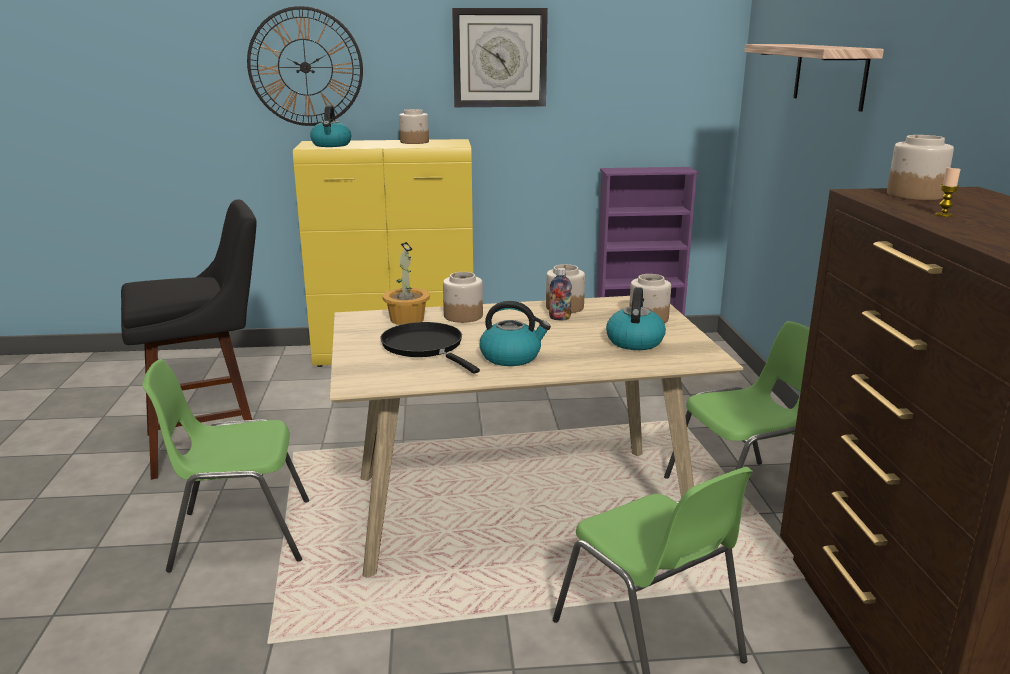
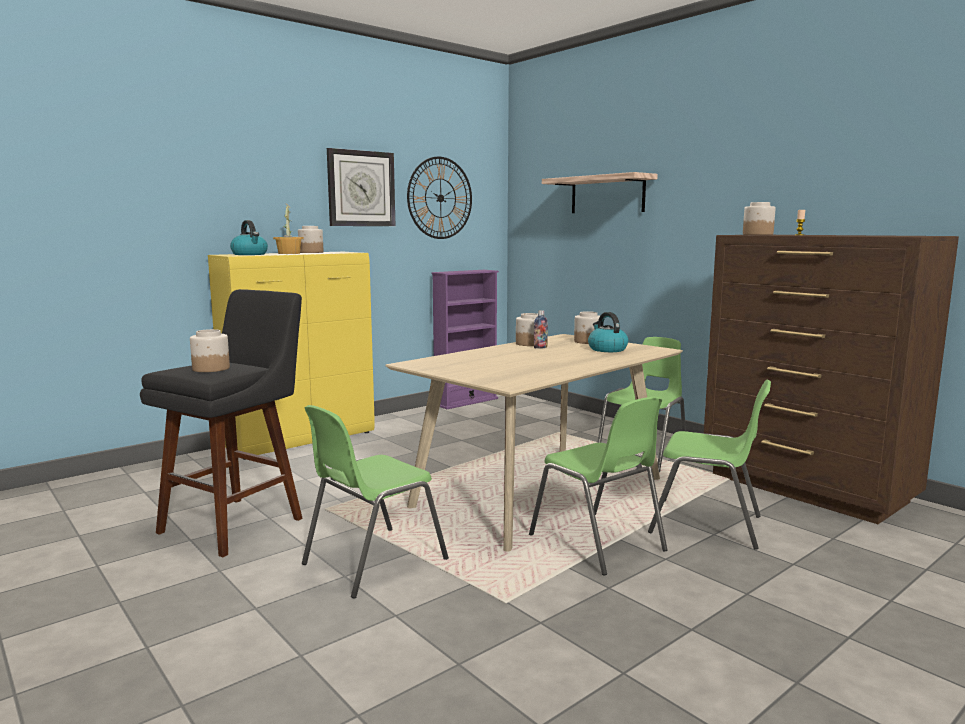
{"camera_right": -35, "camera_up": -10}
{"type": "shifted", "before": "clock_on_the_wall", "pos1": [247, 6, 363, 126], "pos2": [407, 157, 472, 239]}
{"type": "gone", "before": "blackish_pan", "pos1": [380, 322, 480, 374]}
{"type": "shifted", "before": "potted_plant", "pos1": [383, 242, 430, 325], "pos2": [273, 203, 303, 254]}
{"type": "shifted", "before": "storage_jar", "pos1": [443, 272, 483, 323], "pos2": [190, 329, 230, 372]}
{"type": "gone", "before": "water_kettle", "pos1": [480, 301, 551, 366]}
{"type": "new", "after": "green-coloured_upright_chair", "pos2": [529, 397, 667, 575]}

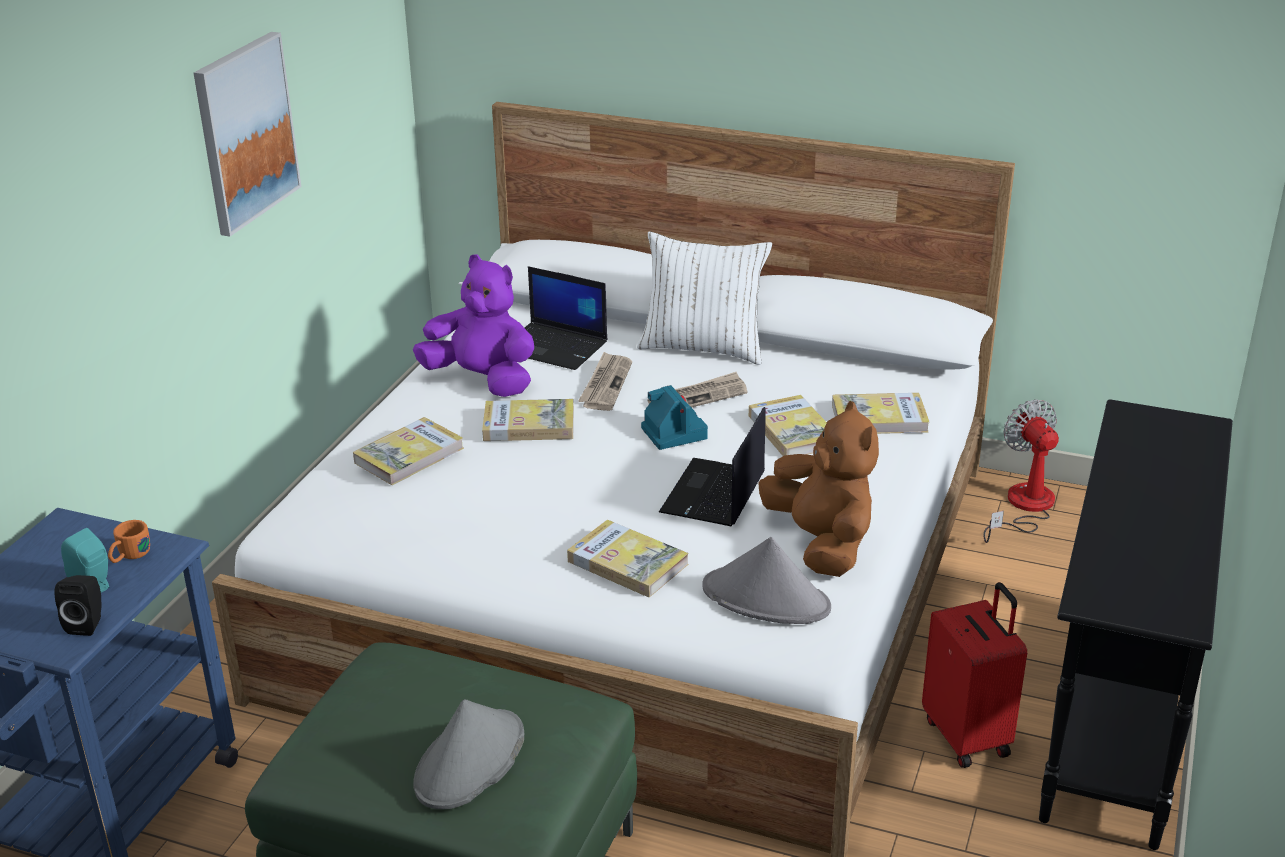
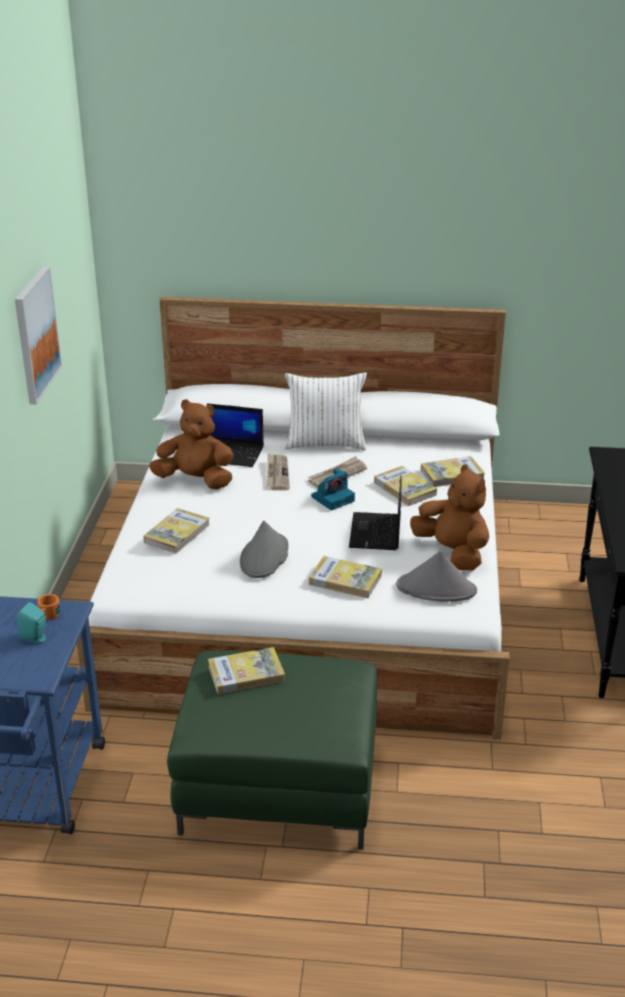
{"camera_right": -15, "camera_up": 0}
{"type": "gone", "before": "blackish_loudspeaker", "pos1": [54, 575, 101, 636]}
{"type": "repainted", "before": "purple-coloured_cuddly_toy", "after": "brown-coloured_cuddly_toy", "pos1": [413, 254, 534, 397], "pos2": [149, 399, 233, 489]}
{"type": "shifted", "before": "grey_hat", "pos1": [413, 699, 524, 809], "pos2": [240, 521, 289, 578]}
{"type": "shifted", "before": "volume", "pos1": [482, 399, 574, 441], "pos2": [208, 647, 285, 694]}
{"type": "rotated", "before": "still_camera", "pos1": [641, 385, 708, 450], "pos2": [311, 468, 355, 510], "turn": 90}
{"type": "gone", "before": "red_travel_case", "pos1": [922, 582, 1027, 768]}
{"type": "gone", "before": "electric_fan", "pos1": [983, 399, 1059, 543]}

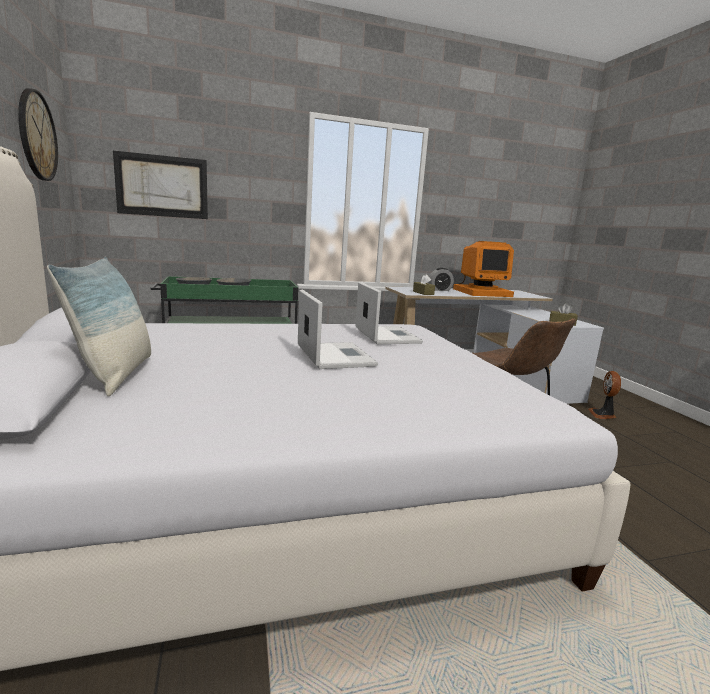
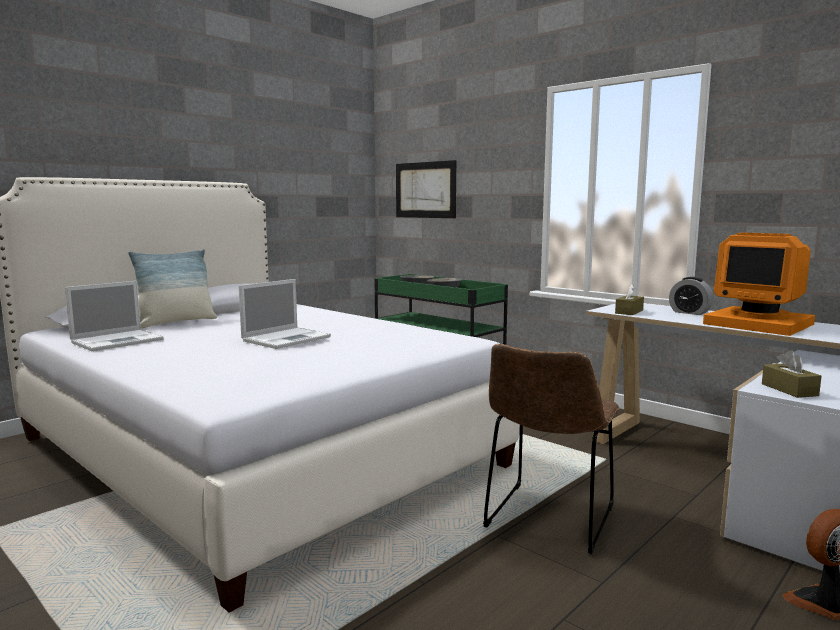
{"camera_right": 60, "camera_up": -5}
{"type": "gone", "before": "clock_on_the_wall", "pos1": [18, 88, 58, 181]}
{"type": "shifted", "before": "portable_computer", "pos1": [355, 282, 423, 344], "pos2": [65, 281, 164, 351]}

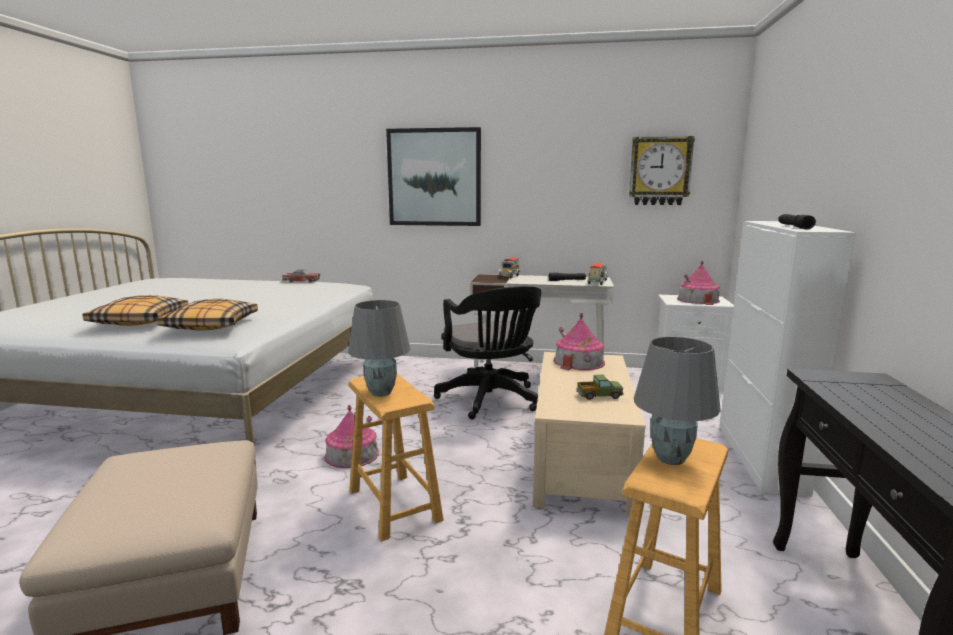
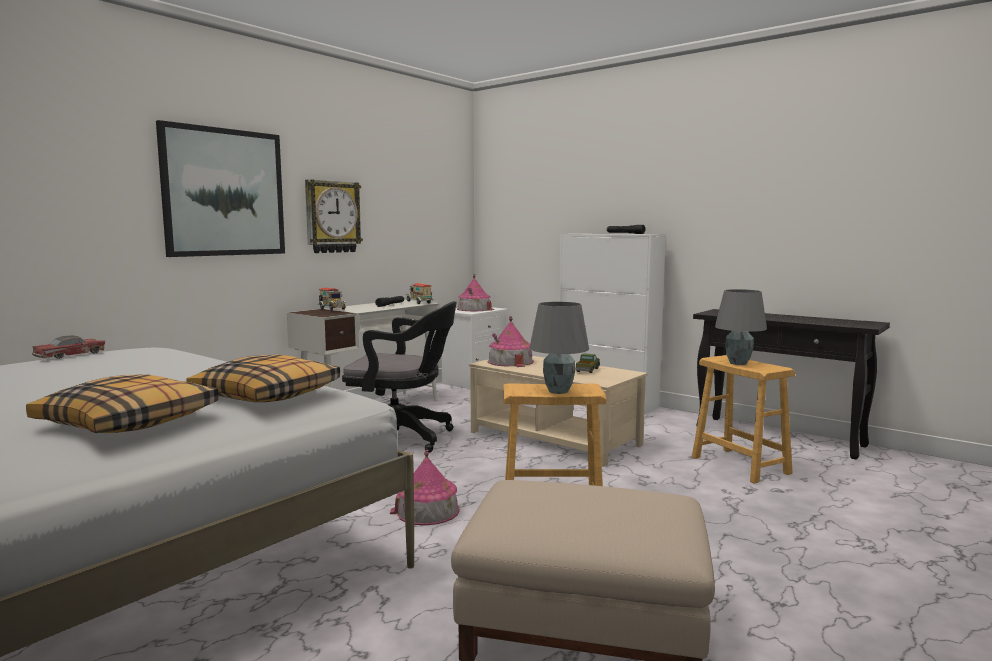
{"camera_right": -60, "camera_up": -5}
{"type": "shifted", "before": "clock_on_the_wall", "pos1": [629, 136, 695, 205], "pos2": [305, 179, 363, 253]}

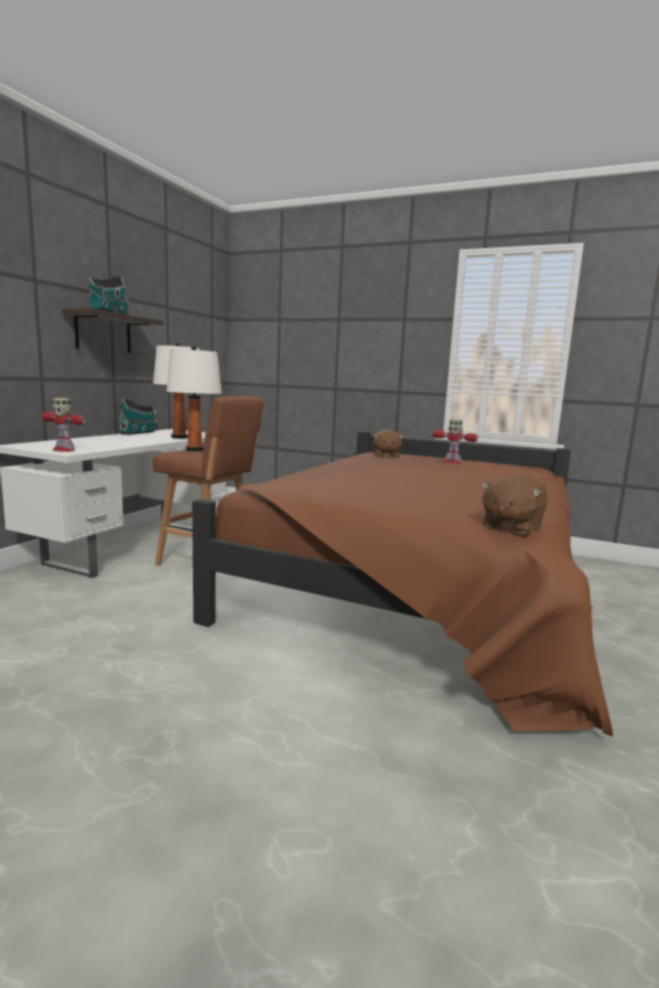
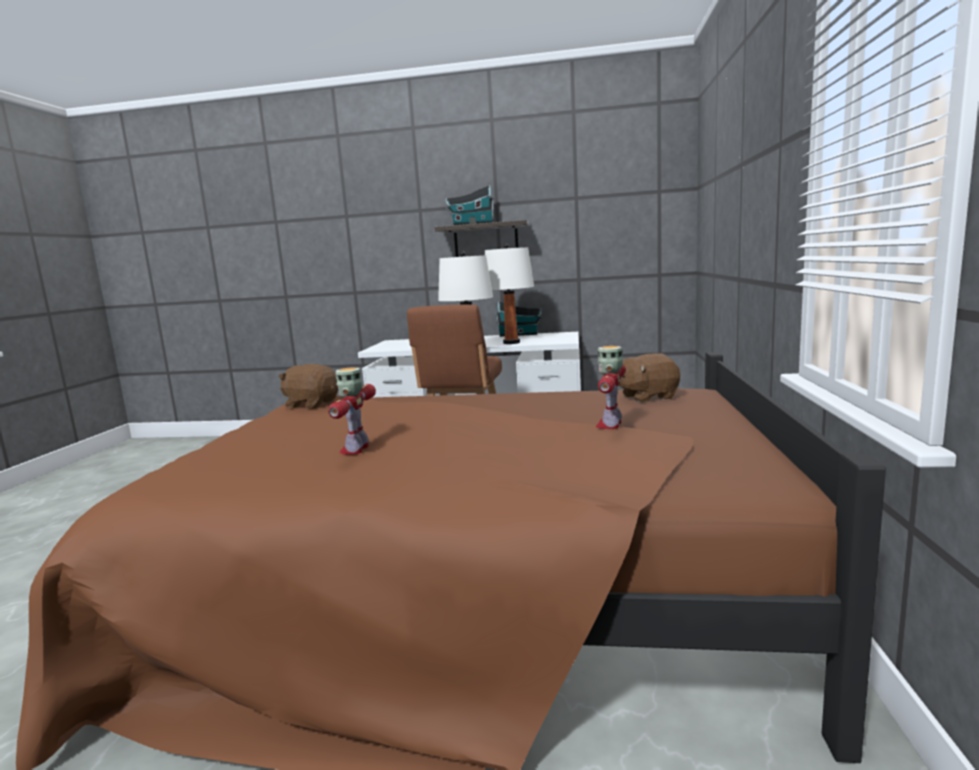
{"camera_right": 75, "camera_up": 0}
{"type": "shifted", "before": "robot_figure", "pos1": [42, 398, 86, 452], "pos2": [328, 367, 376, 455]}
{"type": "shifted", "before": "brown-coloured_cuddly_toy", "pos1": [481, 475, 548, 534], "pos2": [279, 364, 338, 409]}

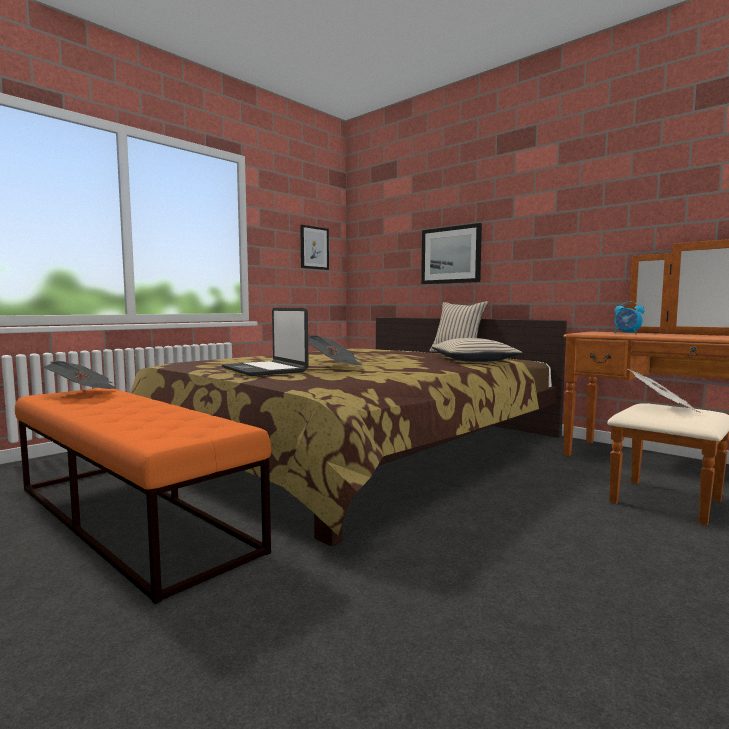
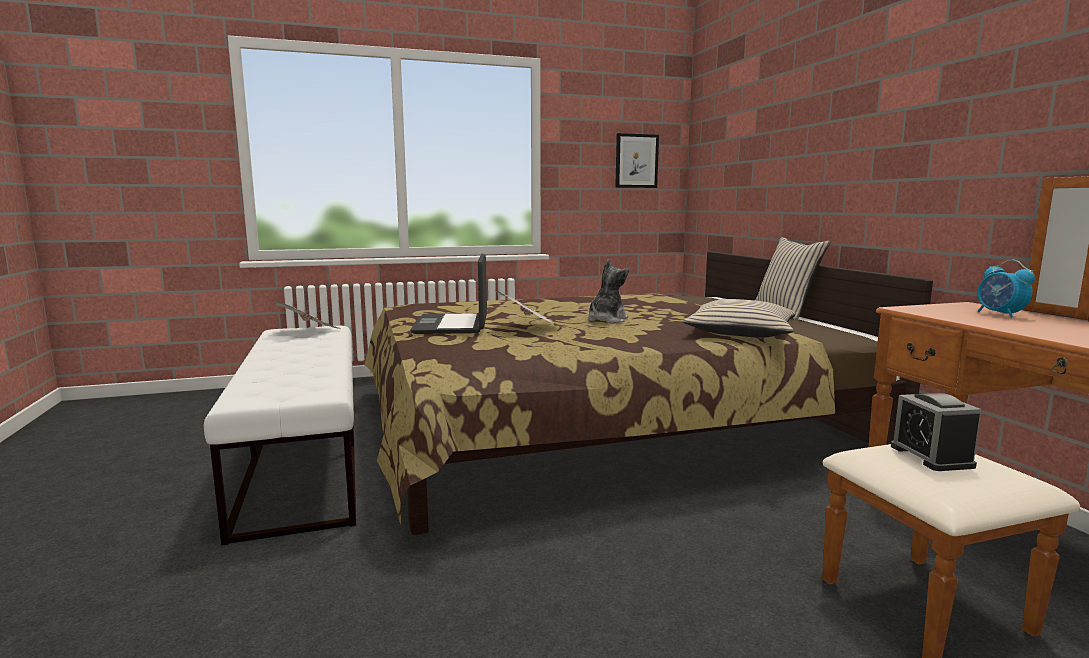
{"camera_right": 30, "camera_up": 5}
{"type": "repainted", "before": "orange-coloured_bench", "after": "whitish_bench", "pos1": [15, 388, 271, 604], "pos2": [204, 326, 356, 546]}
{"type": "gone", "before": "wall_art", "pos1": [421, 223, 482, 284]}
{"type": "swapped", "before": "newspaper", "after": "alarm_clock", "pos1": [628, 369, 702, 413], "pos2": [891, 393, 982, 471]}
{"type": "new", "after": "cuddly_toy", "pos2": [587, 259, 629, 323]}

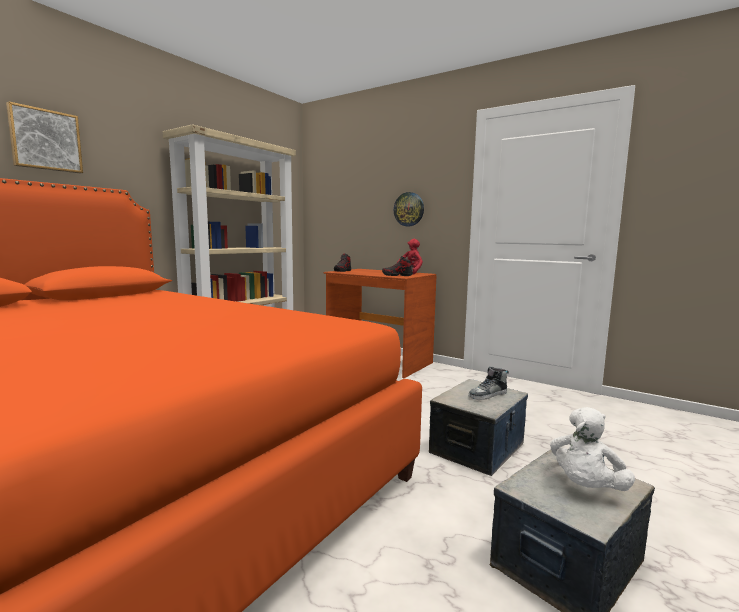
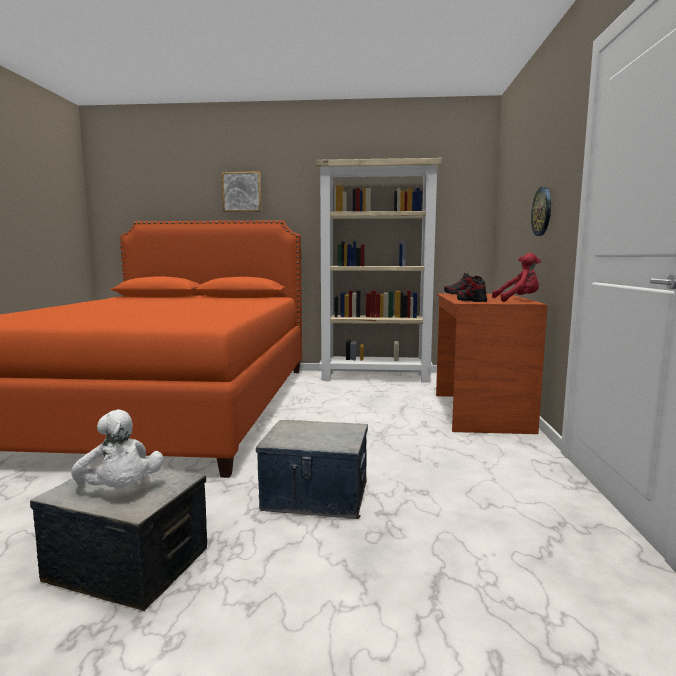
{"camera_right": 60, "camera_up": 0}
{"type": "gone", "before": "item_of_footwear", "pos1": [468, 367, 509, 400]}
{"type": "rotated", "before": "whitish_cuddly_toy", "pos1": [550, 407, 635, 491], "pos2": [71, 410, 163, 488], "turn": -135}

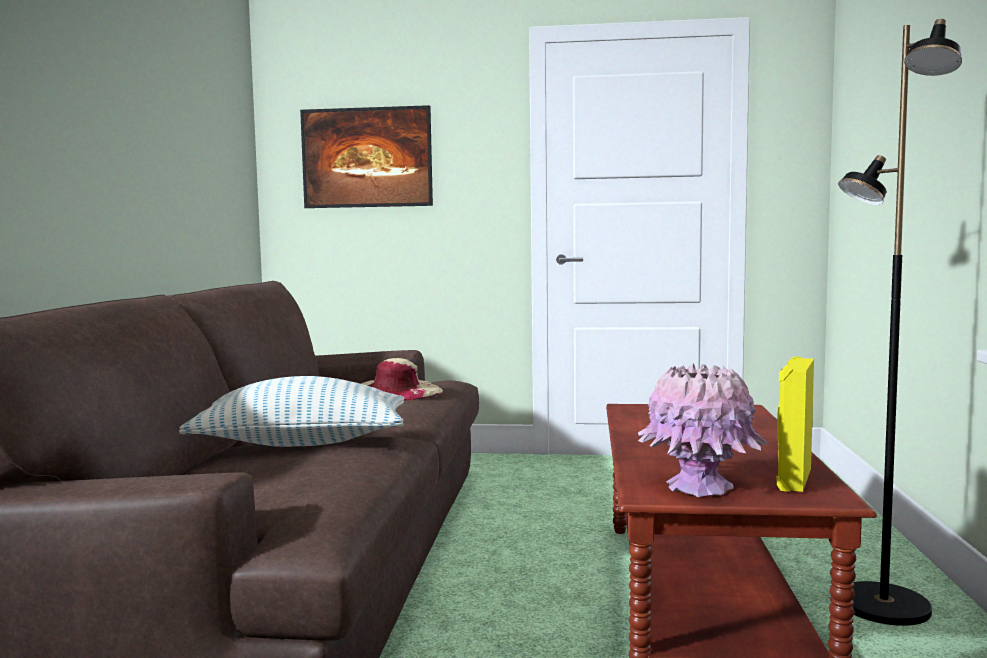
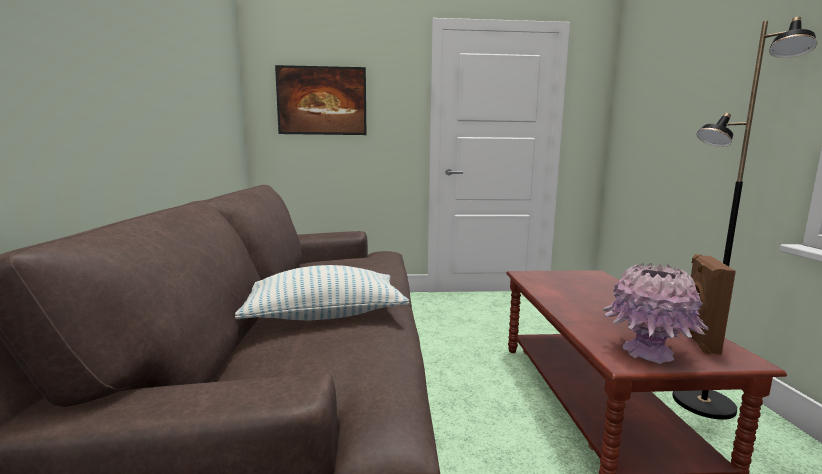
{"camera_right": -10, "camera_up": 5}
{"type": "gone", "before": "beige_hat", "pos1": [361, 358, 443, 401]}
{"type": "repainted", "before": "yellow_loudspeaker", "after": "brown-coloured_loudspeaker", "pos1": [776, 357, 814, 492], "pos2": [688, 254, 736, 355]}

